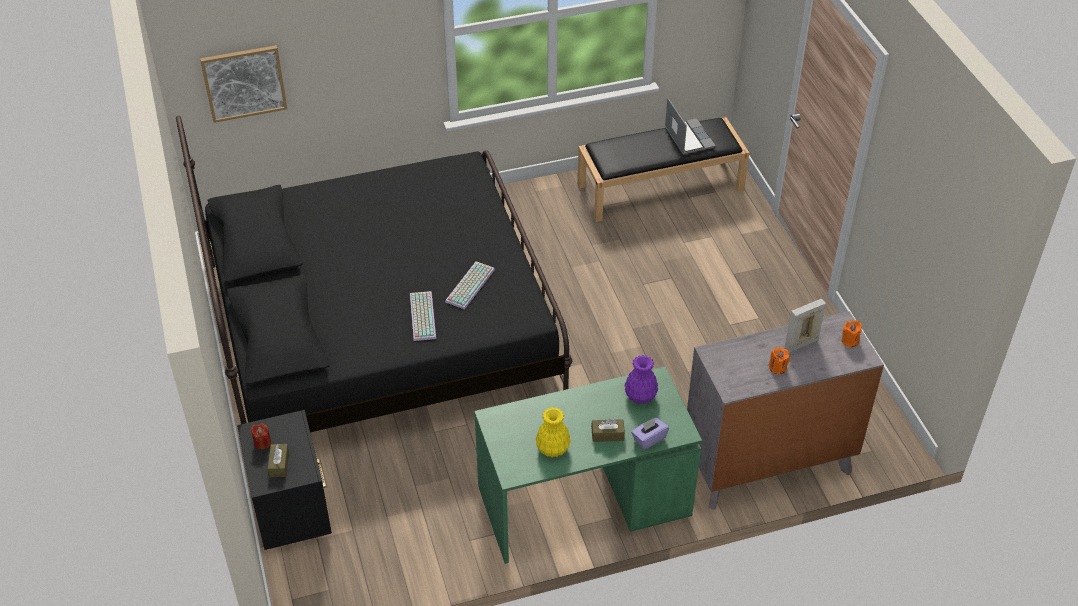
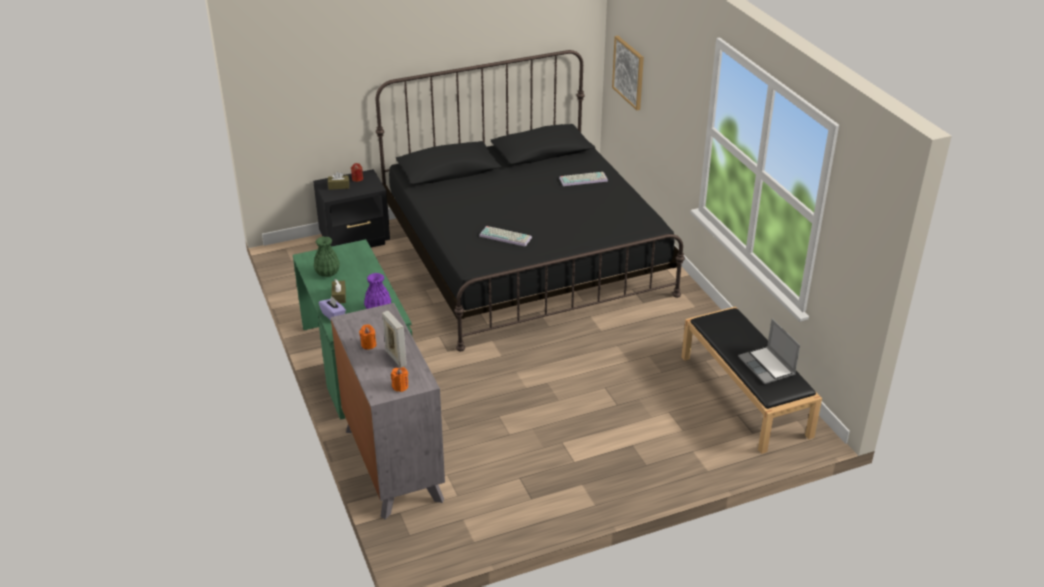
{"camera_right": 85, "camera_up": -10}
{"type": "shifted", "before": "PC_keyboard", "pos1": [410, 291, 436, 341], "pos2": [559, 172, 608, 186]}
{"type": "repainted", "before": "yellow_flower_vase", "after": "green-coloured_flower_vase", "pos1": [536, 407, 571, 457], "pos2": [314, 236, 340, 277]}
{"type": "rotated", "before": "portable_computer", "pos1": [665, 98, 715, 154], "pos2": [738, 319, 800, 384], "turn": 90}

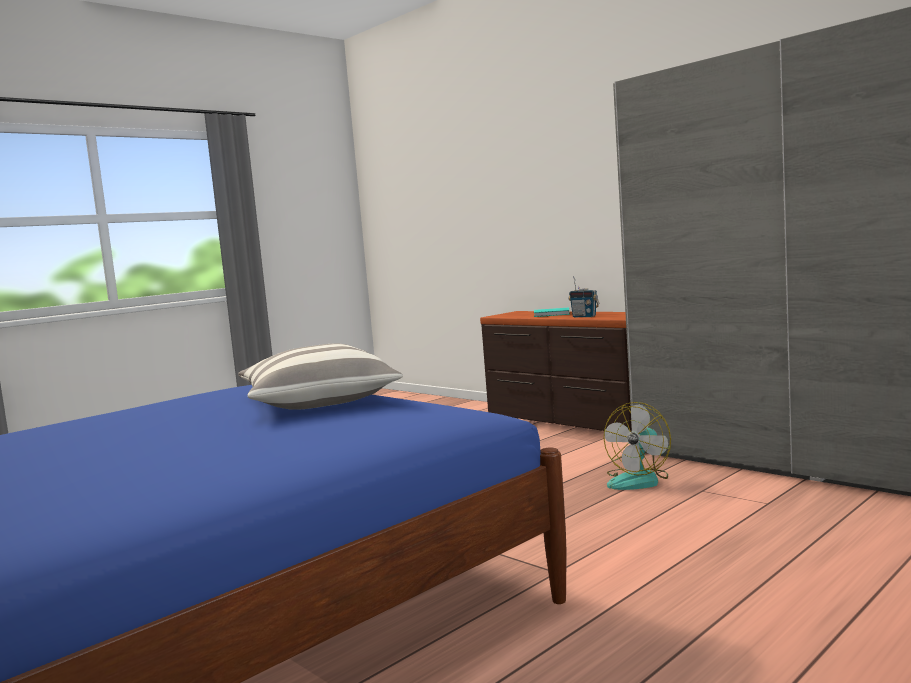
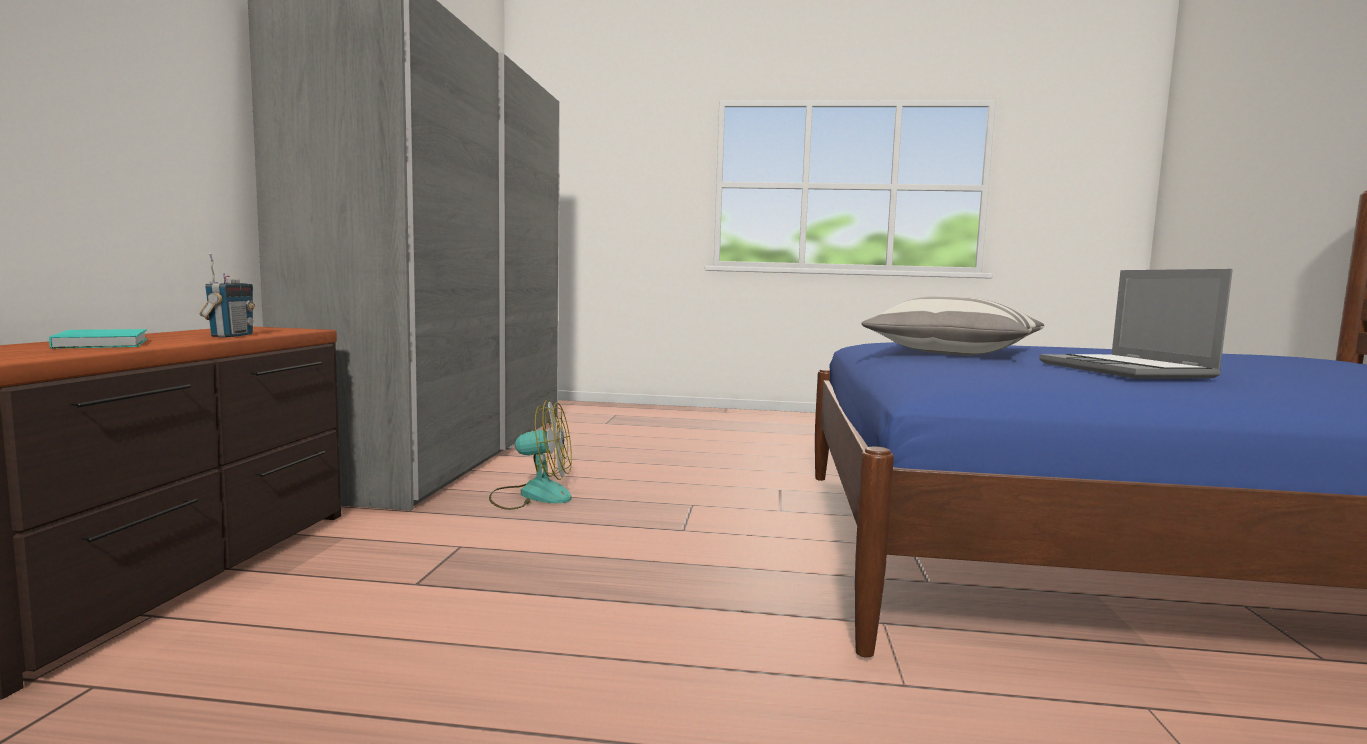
{"camera_right": -130, "camera_up": 0}
{"type": "new", "after": "portable_computer", "pos2": [1039, 269, 1233, 378]}

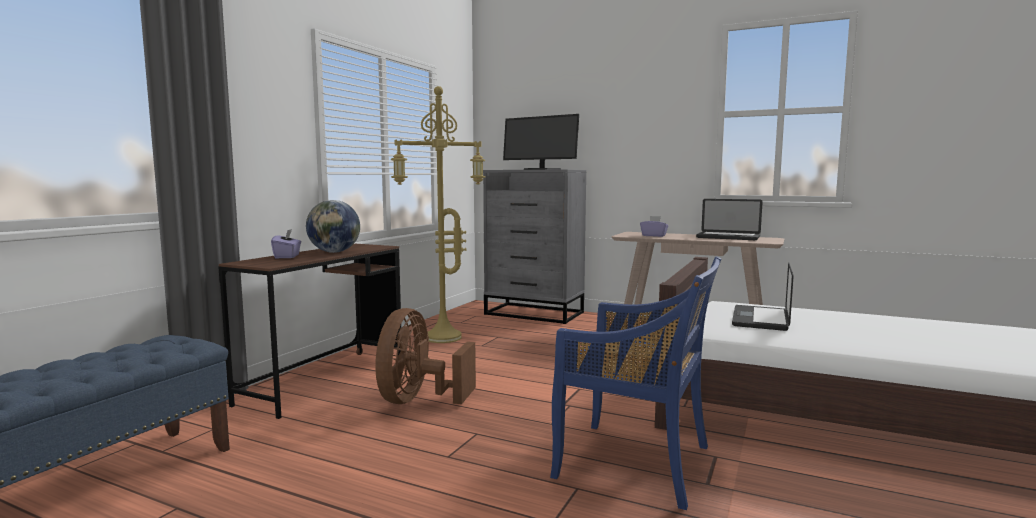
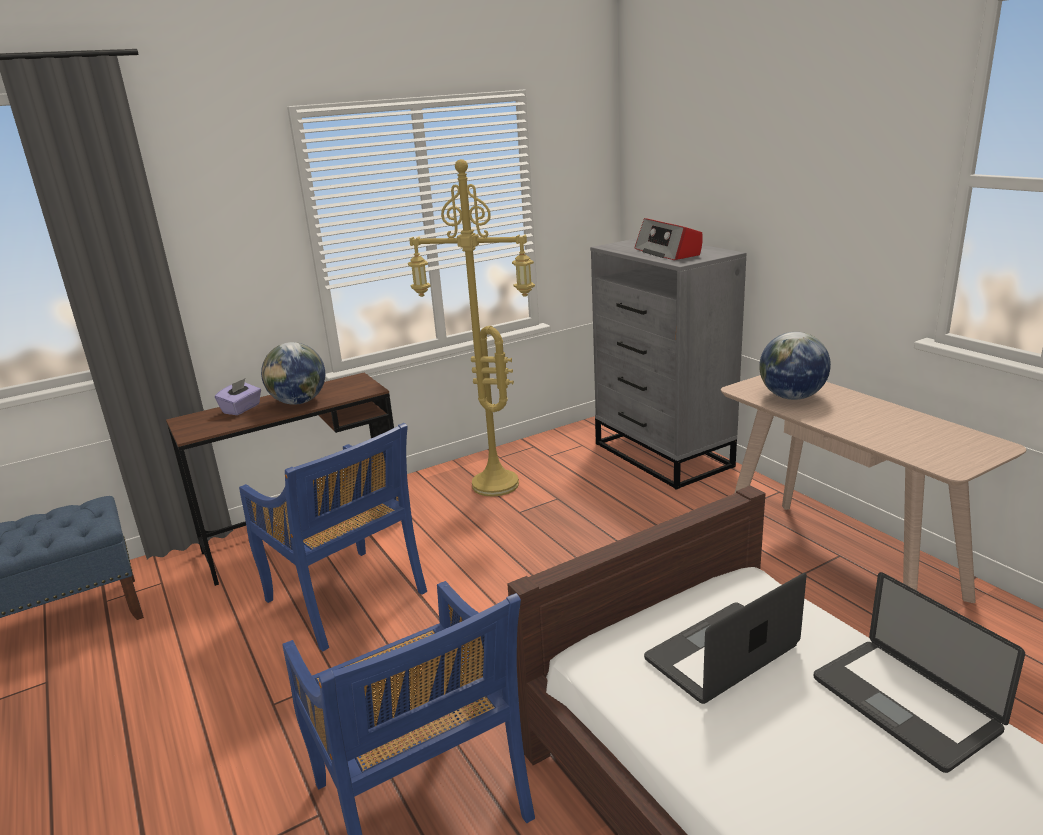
{"camera_right": 35, "camera_up": 15}
{"type": "swapped", "before": "brown-coloured_electric_fan", "after": "blue_upright_chair", "pos1": [375, 308, 476, 404], "pos2": [239, 423, 427, 651]}
{"type": "swapped", "before": "computer_display", "after": "radio_receiver", "pos1": [503, 114, 579, 170], "pos2": [634, 218, 702, 260]}
{"type": "swapped", "before": "purple-coloured_tissue_holder", "after": "world_globe", "pos1": [640, 216, 668, 237], "pos2": [759, 332, 831, 400]}
{"type": "shifted", "before": "portable_computer", "pos1": [696, 199, 763, 240], "pos2": [814, 572, 1025, 773]}

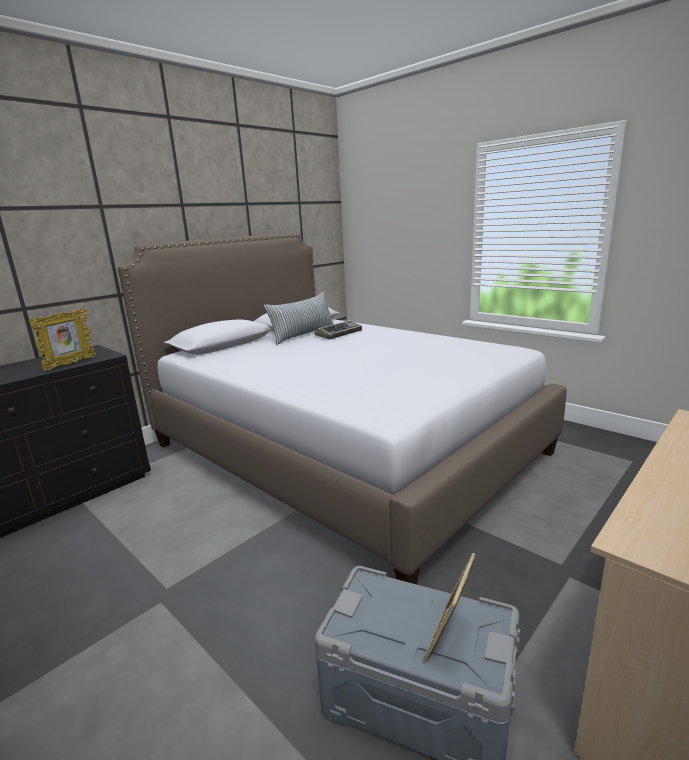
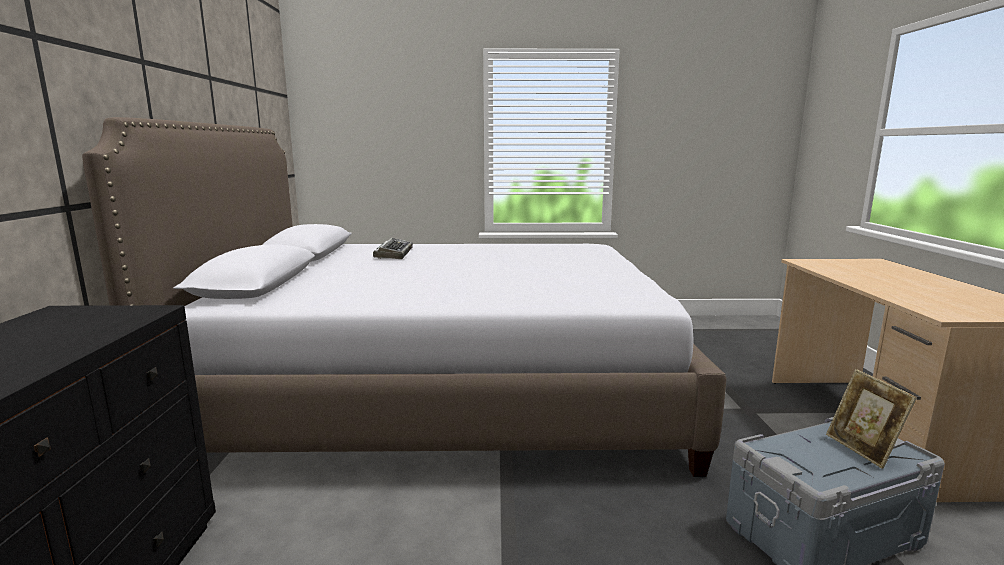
{"camera_right": -45, "camera_up": -5}
{"type": "gone", "before": "picture_frame", "pos1": [29, 308, 96, 371]}
{"type": "gone", "before": "throw_pillow", "pos1": [264, 292, 333, 345]}

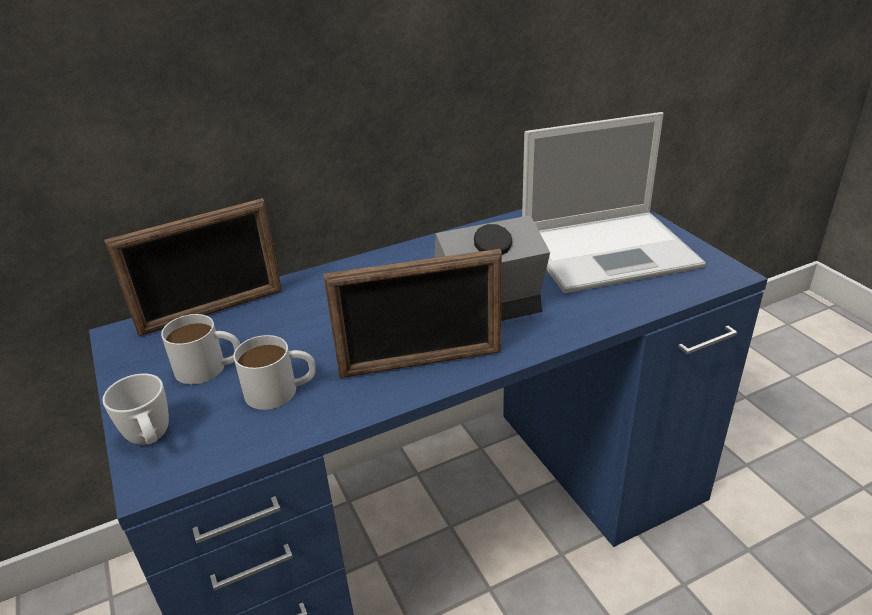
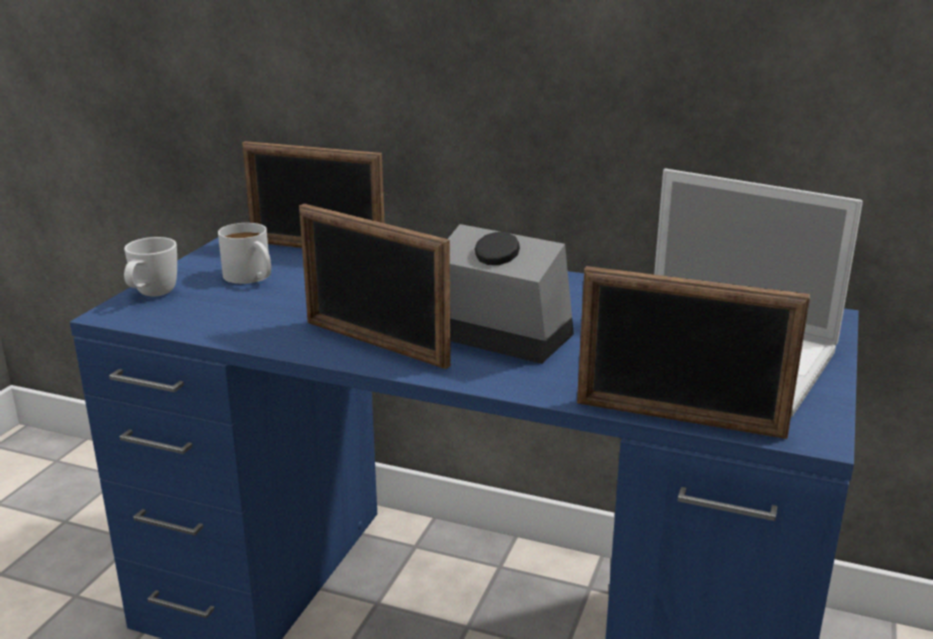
{"camera_right": 45, "camera_up": -10}
{"type": "gone", "before": "whitish_coffee_mug", "pos1": [233, 335, 316, 410]}
{"type": "new", "after": "picture_frame", "pos2": [577, 266, 810, 439]}

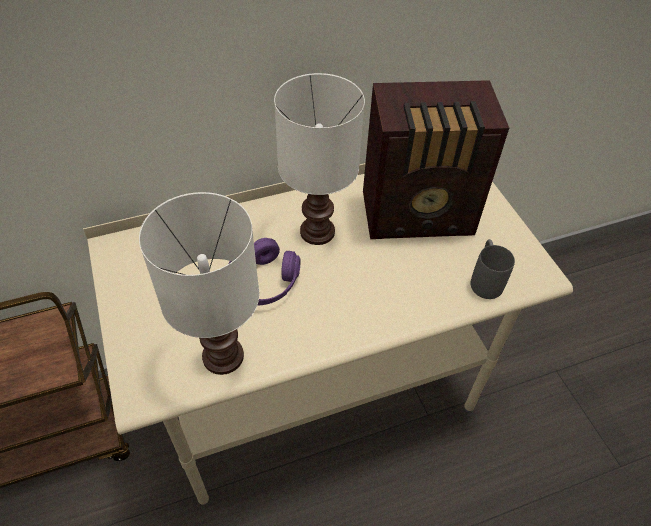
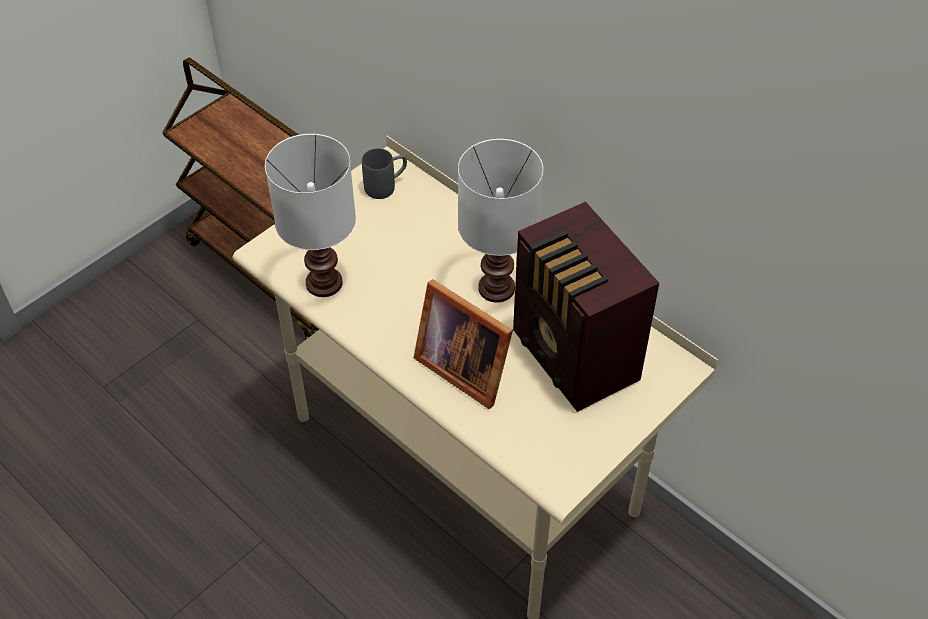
{"camera_right": 65, "camera_up": 0}
{"type": "gone", "before": "purple-coloured_headphones", "pos1": [229, 238, 301, 306]}
{"type": "shifted", "before": "grey_coffee_mug", "pos1": [470, 239, 515, 299], "pos2": [362, 148, 407, 199]}
{"type": "new", "after": "picture_frame", "pos2": [413, 279, 513, 409]}

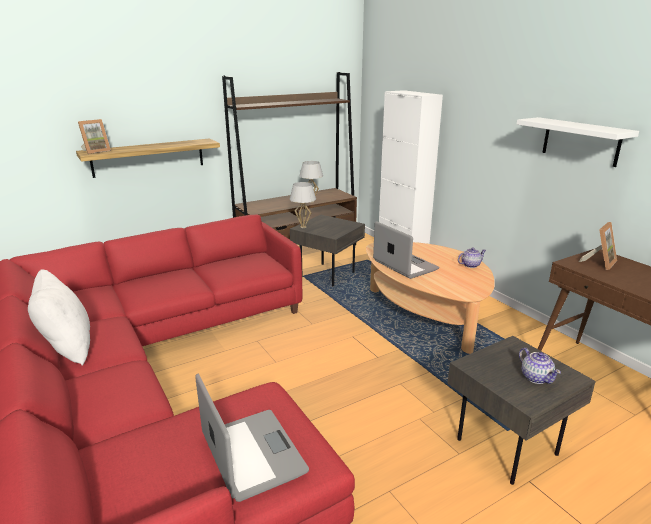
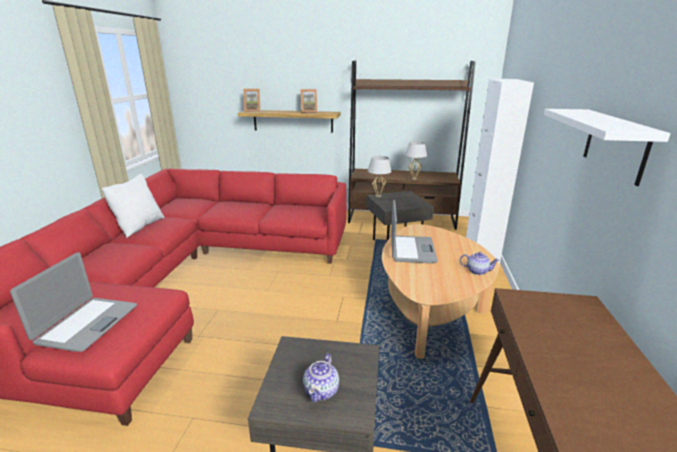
{"camera_right": 40, "camera_up": 0}
{"type": "shifted", "before": "picture_frame", "pos1": [579, 222, 617, 270], "pos2": [300, 89, 318, 113]}

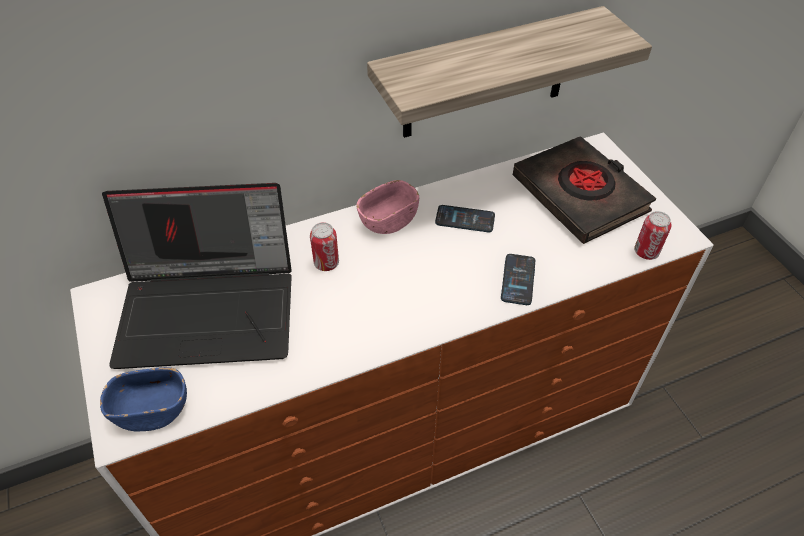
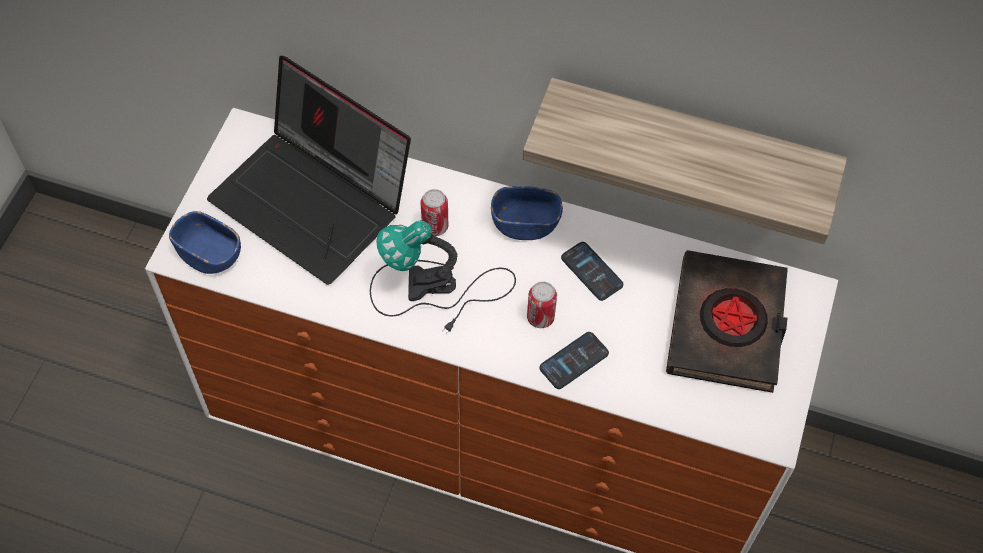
{"camera_right": 40, "camera_up": 10}
{"type": "repainted", "before": "pink_bowl", "after": "blue_bowl", "pos1": [357, 180, 419, 234], "pos2": [491, 186, 563, 240]}
{"type": "shifted", "before": "metal_can", "pos1": [634, 211, 672, 260], "pos2": [527, 281, 557, 328]}
{"type": "new", "after": "lamp_for_a_table", "pos2": [370, 220, 516, 334]}

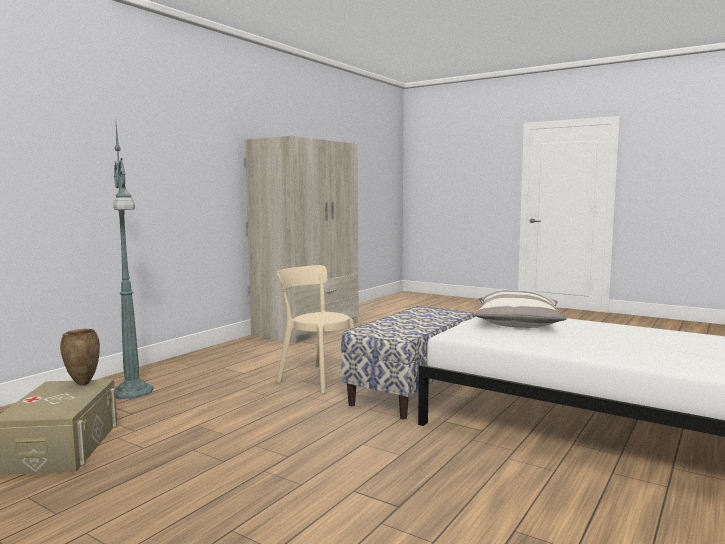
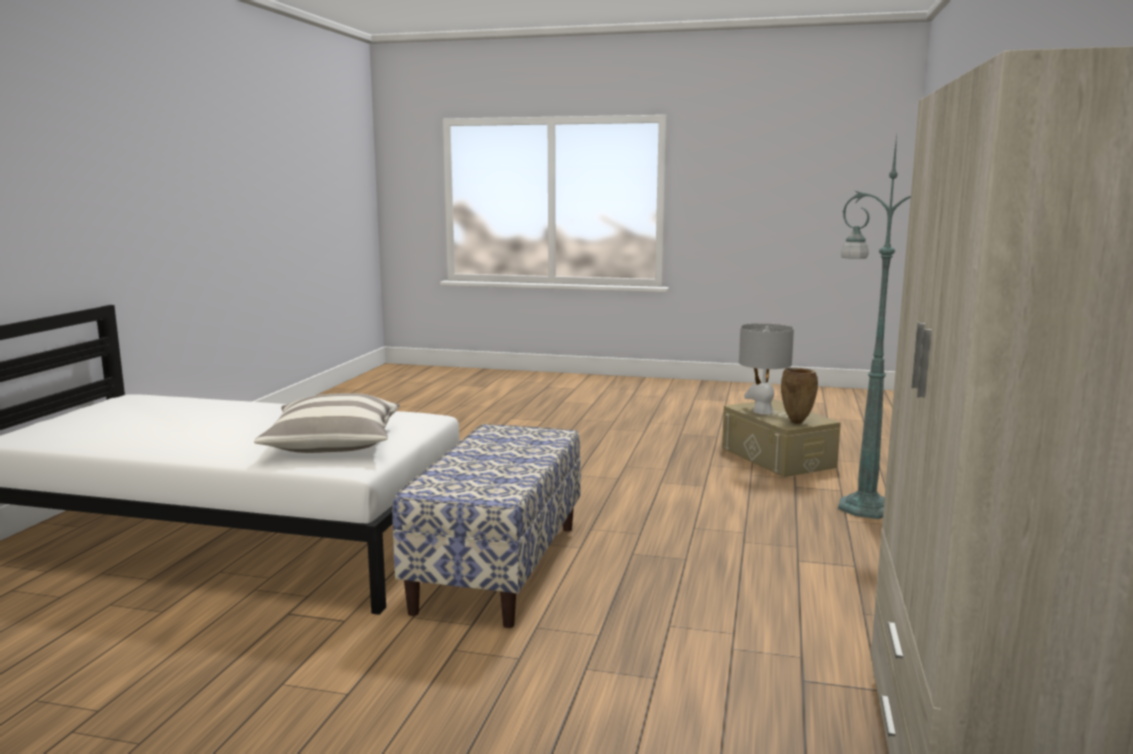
{"camera_right": 160, "camera_up": 5}
{"type": "gone", "before": "beige_upright_chair", "pos1": [276, 265, 354, 394]}
{"type": "new", "after": "grey_lamp_for_a_table", "pos2": [739, 323, 794, 414]}

